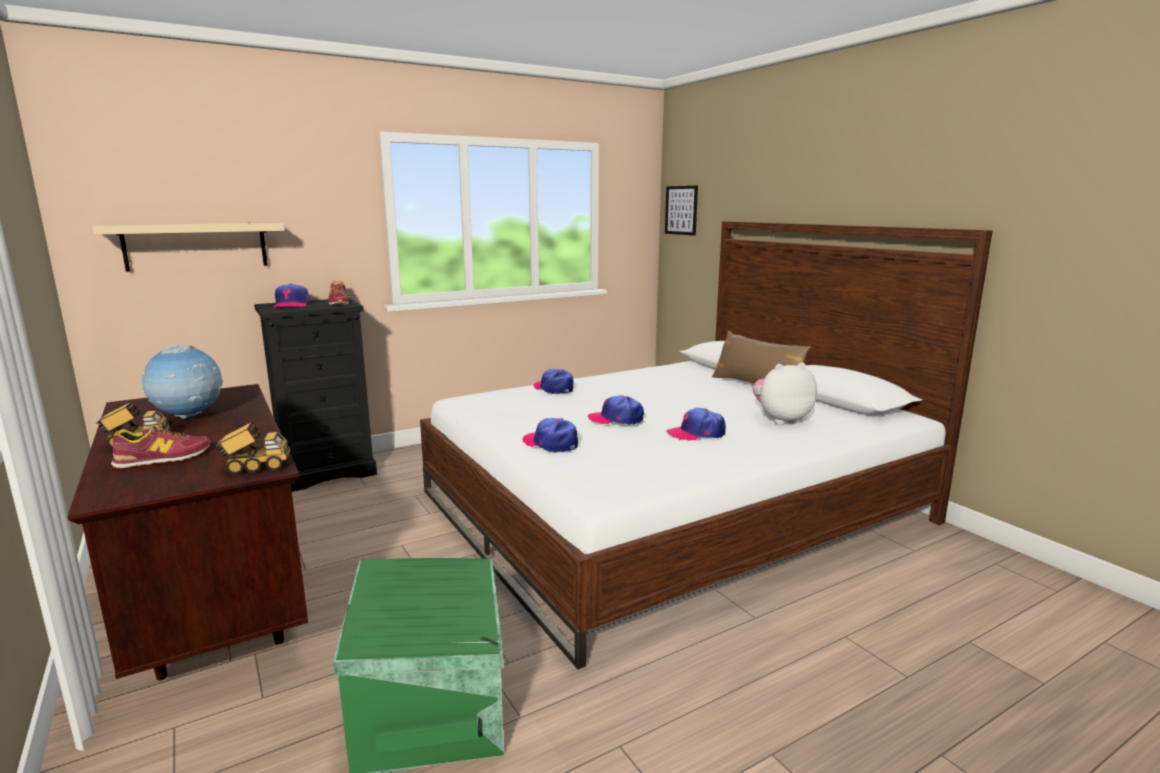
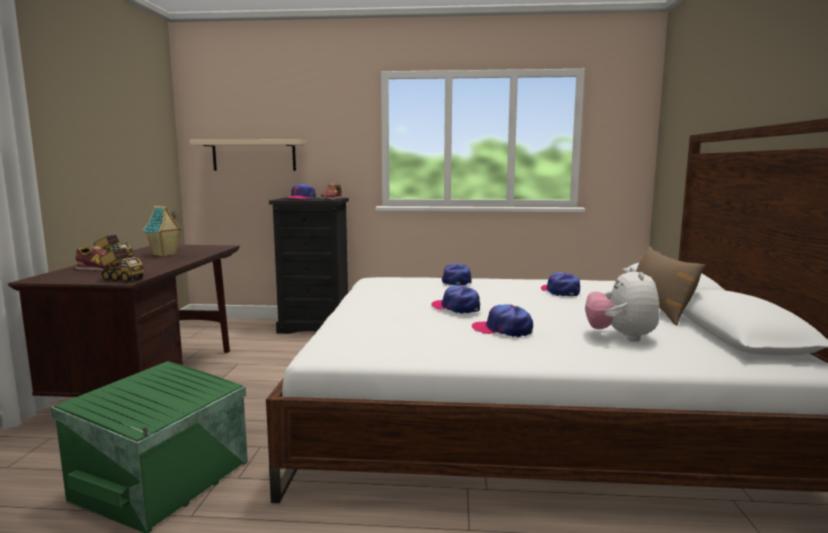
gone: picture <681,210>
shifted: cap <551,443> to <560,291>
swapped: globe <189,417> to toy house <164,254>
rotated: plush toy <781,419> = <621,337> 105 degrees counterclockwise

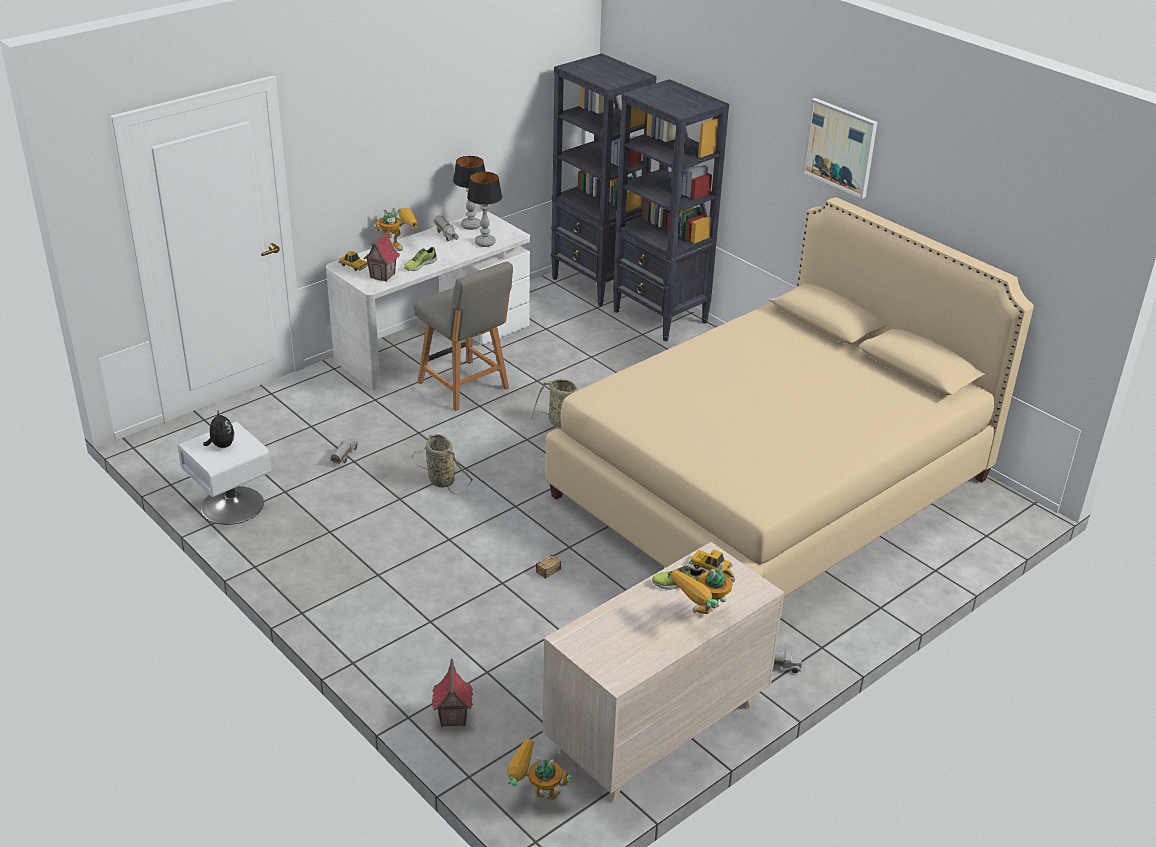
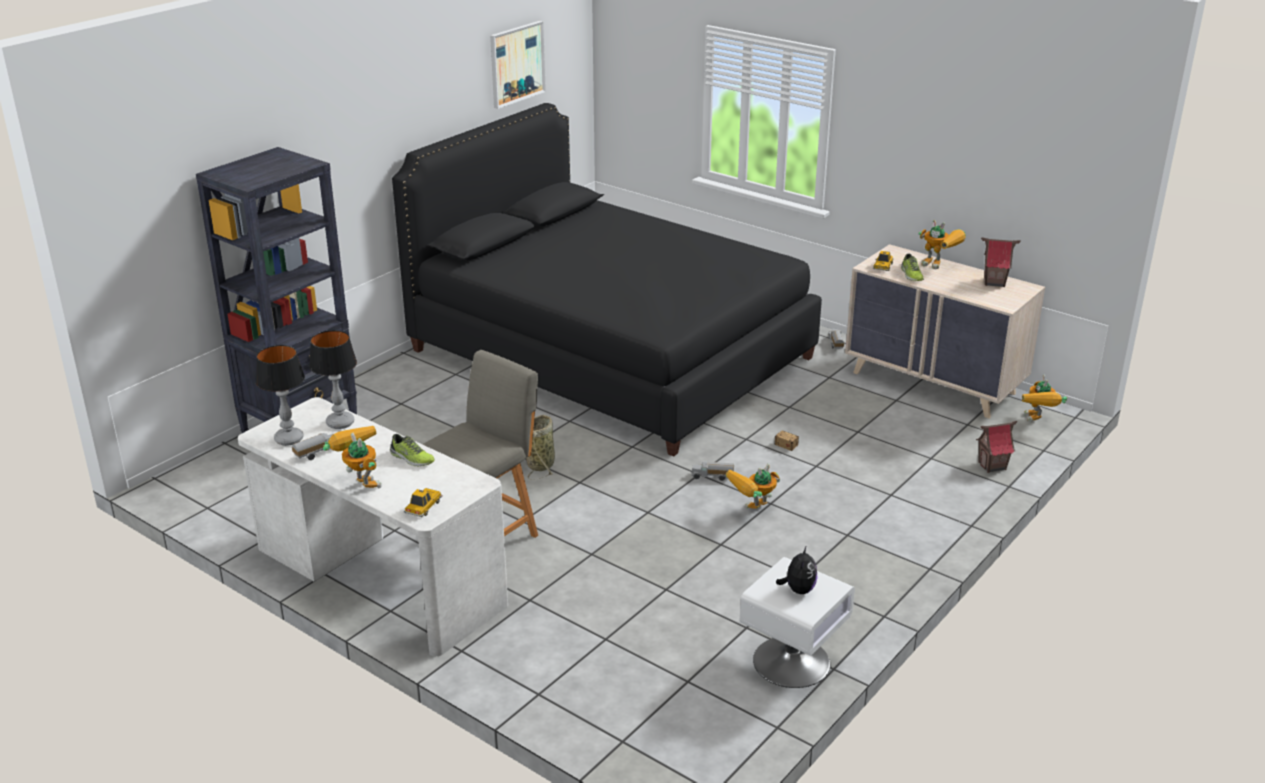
gone: basket <440,480>; bookcase in black <597,284>
new: toy robot <753,512>
shifted: toy truck <344,456> to <712,477>; toy house <383,276> to <994,282>; picture <840,147> to <516,64>
repainted: bed in beige <771,487> to bed in black <611,354>
rotated: plush toy <221,445> = <798,590> 135 degrees clockwise

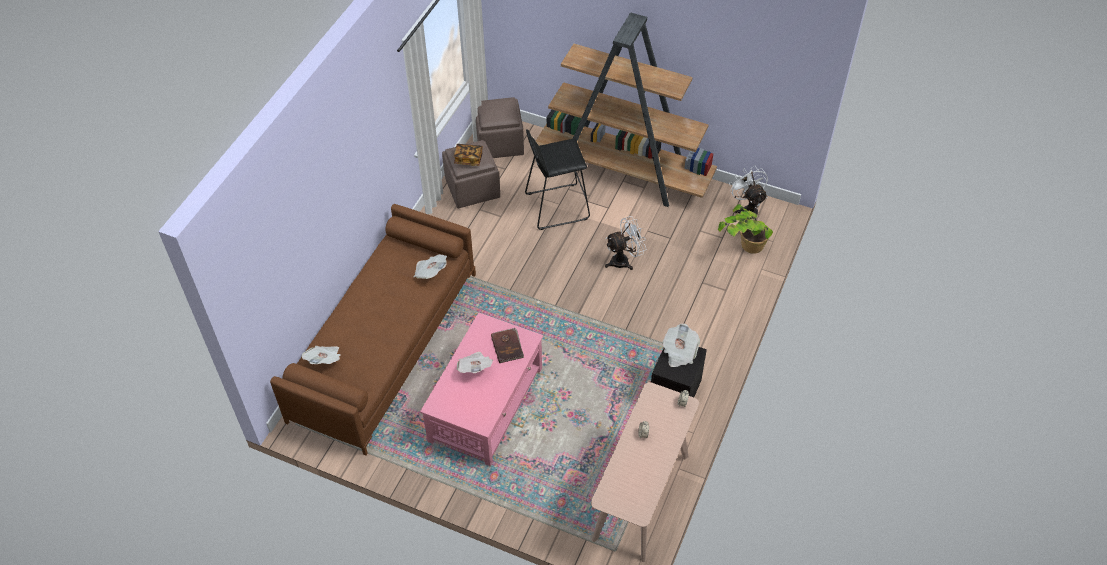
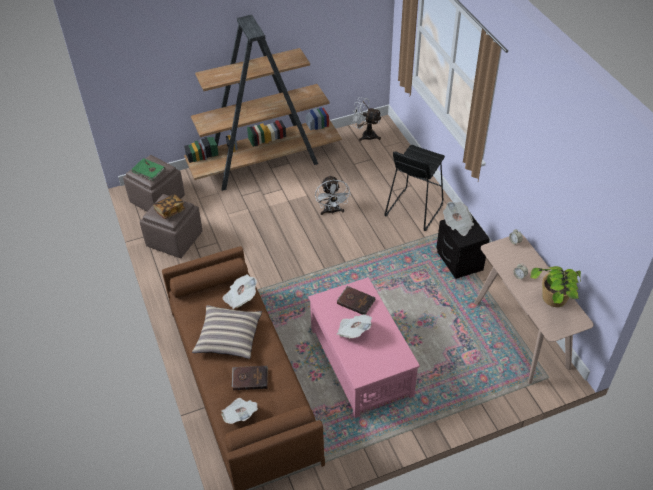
new: book in green <148,171>; pillow <228,337>; book in brown <250,378>
shifted: stool in black <556,206> to <413,210>; potted plant <741,248> to <552,307>
rotated: fan in white <624,260> = <332,211> 150 degrees clockwise

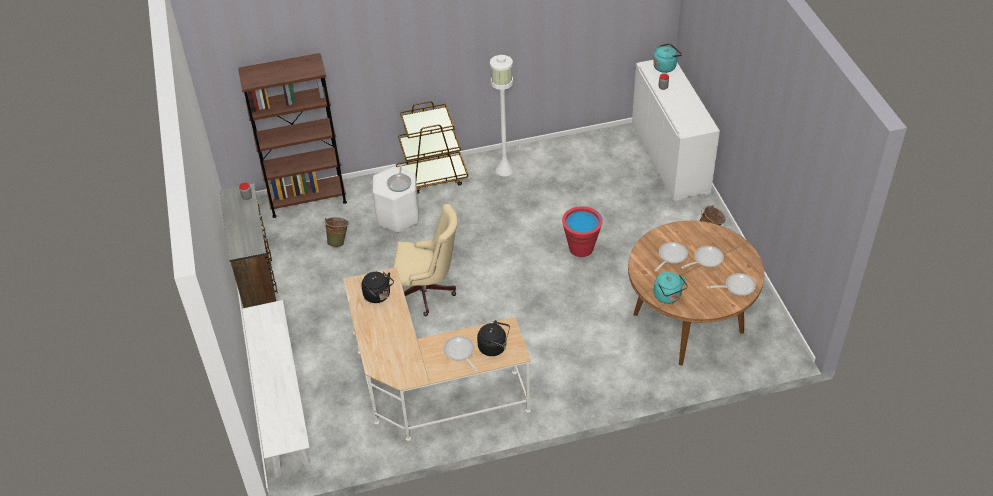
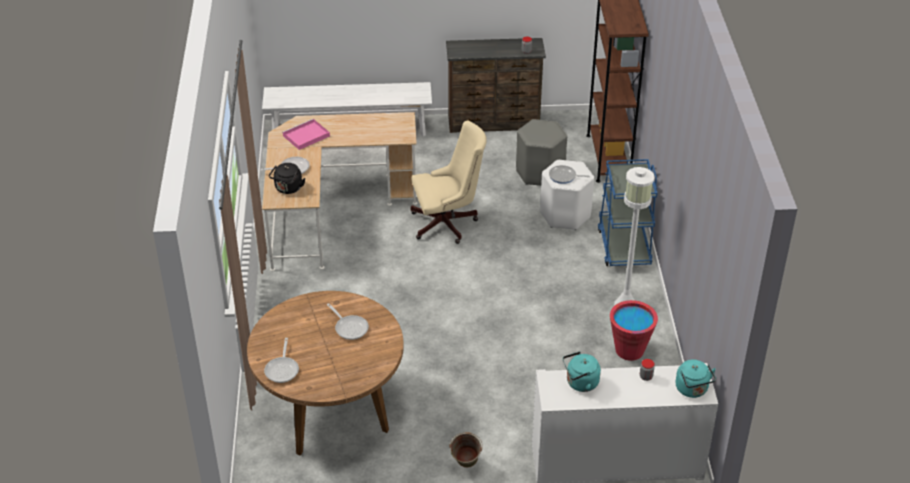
gone: kettle in black <378,296>; frying pan <706,259>
new: tray in pink <305,136>
shifted: bucket in red <581,248> to <629,350>; kettle in turquoise <668,297> to <580,383>
swapped: bucket in green <339,241> to stool in grey <540,173>
repainted: cart in brown <432,177> to cart in blue <624,246>
rotated: office chair in beige <427,292> = <448,223> 120 degrees counterclockwise

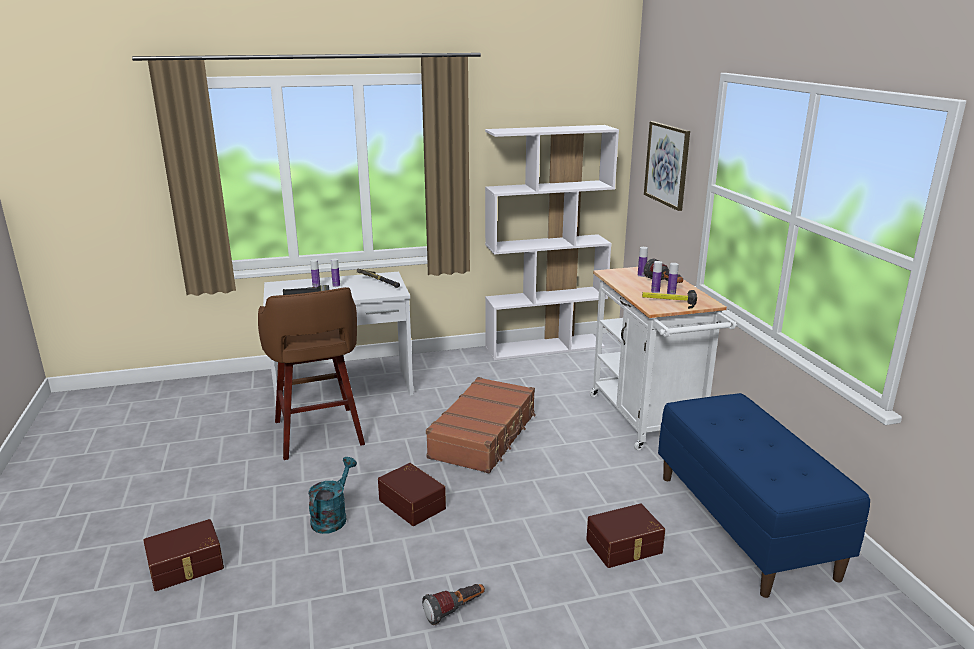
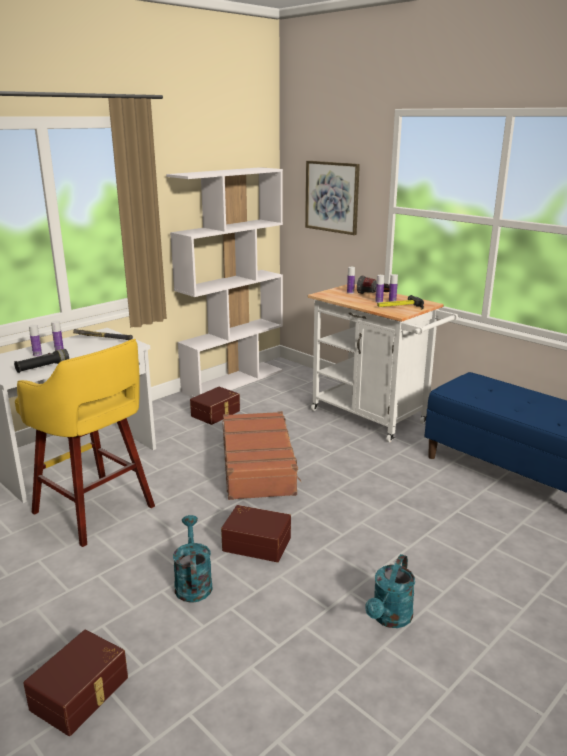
shifted: storage box in brown <625,547> to <216,413>
swapped: flashlight <455,611> to watering can in turquoise <389,618>
repainted: stool in brown <319,434> to stool in yellow <96,511>

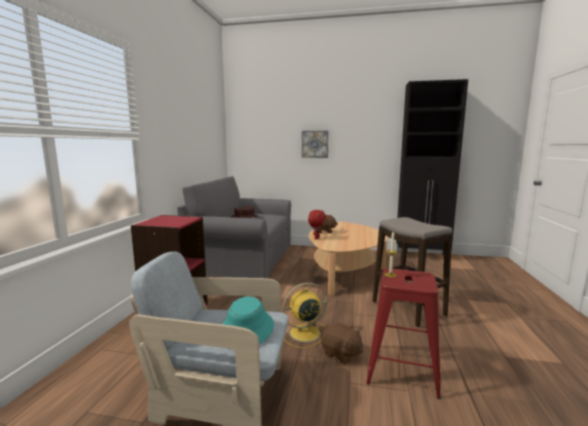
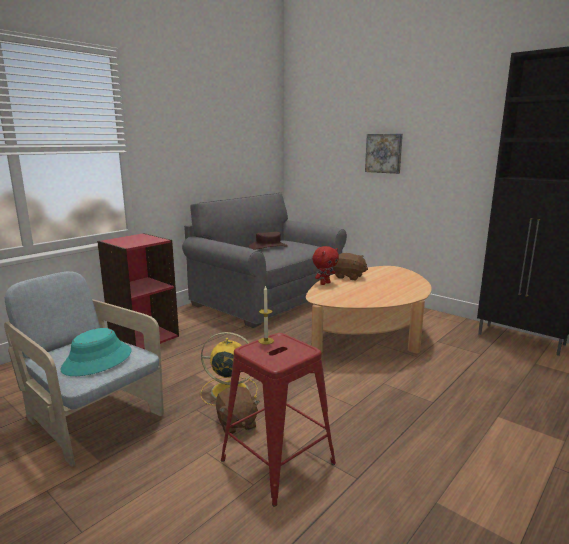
gone: stool <408,308>

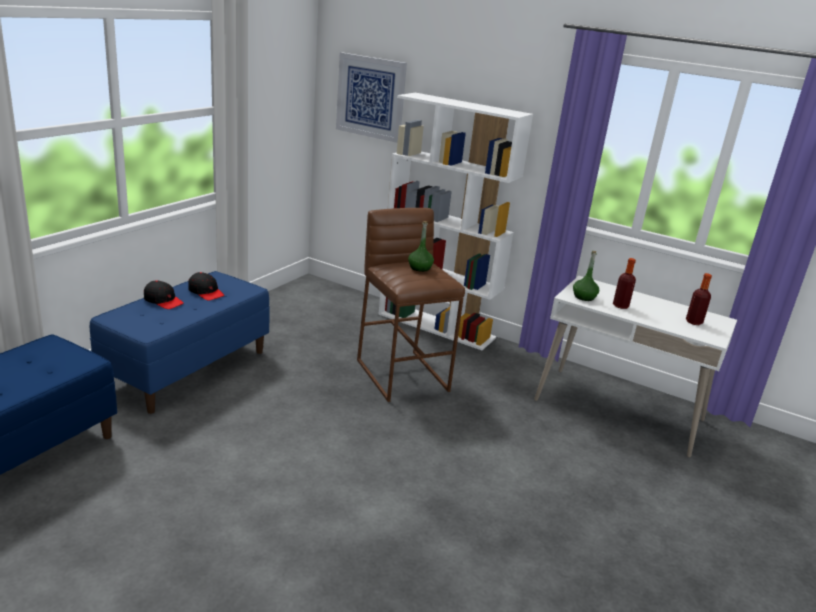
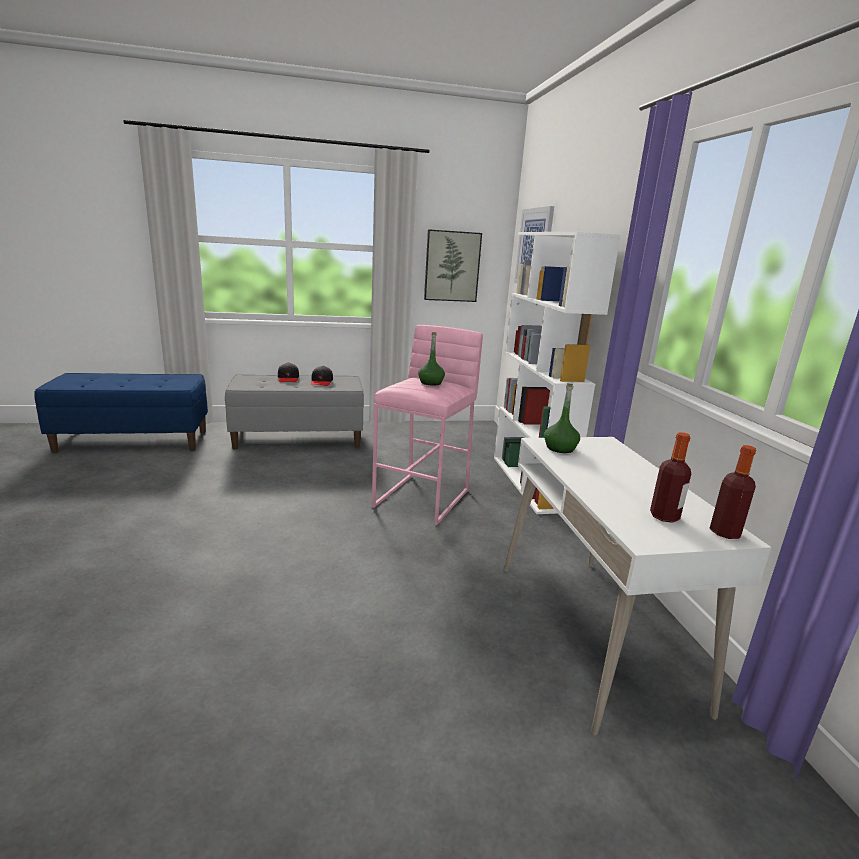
new: picture <452,266>
shifted: bottle <620,306> to <725,532>
repainted: bench in blue <187,369> to bench in grey <299,438>; stool in brown <402,375> to stool in pink <423,498>

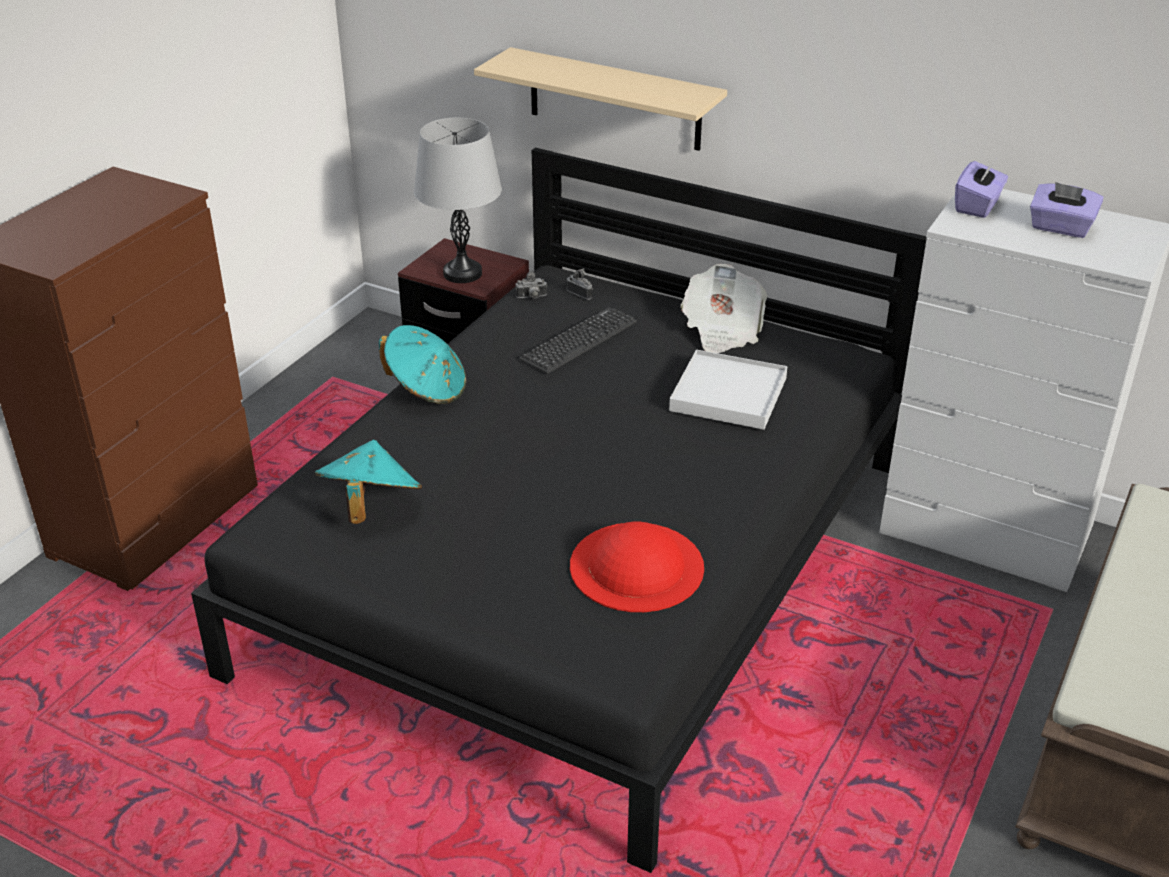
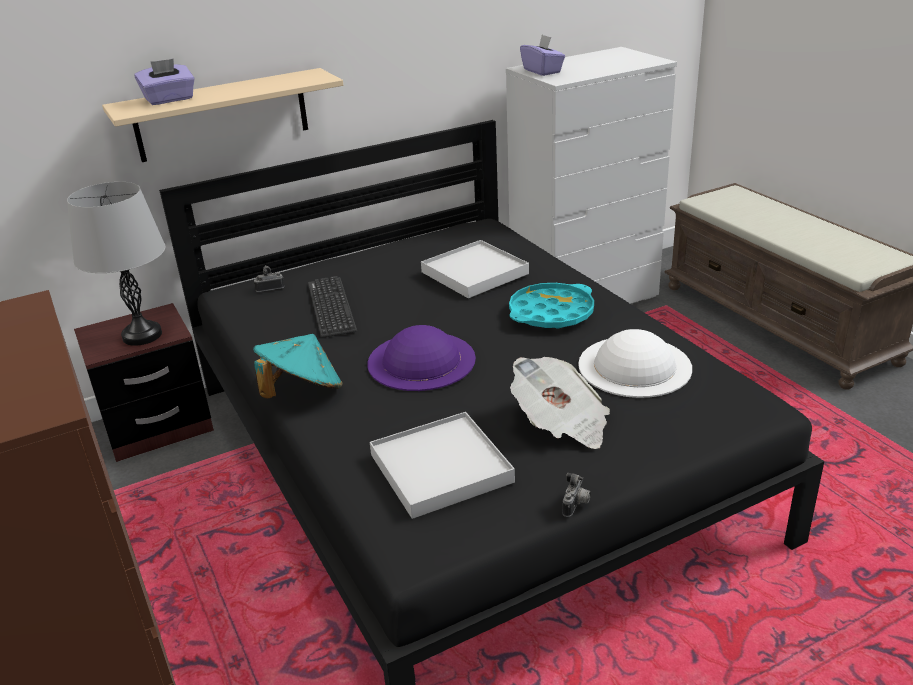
new: hat in purple <421,361>; tray in turquoise <551,313>
shifted: photo camera <531,297> to <576,505>; newspaper <722,330> to <561,424>; tissue box in purple <1060,228> to <169,100>
swapped: hat in turquoise <370,507> to tray in white <440,468>
repainted: hat in red <637,566> to hat in white <634,366>

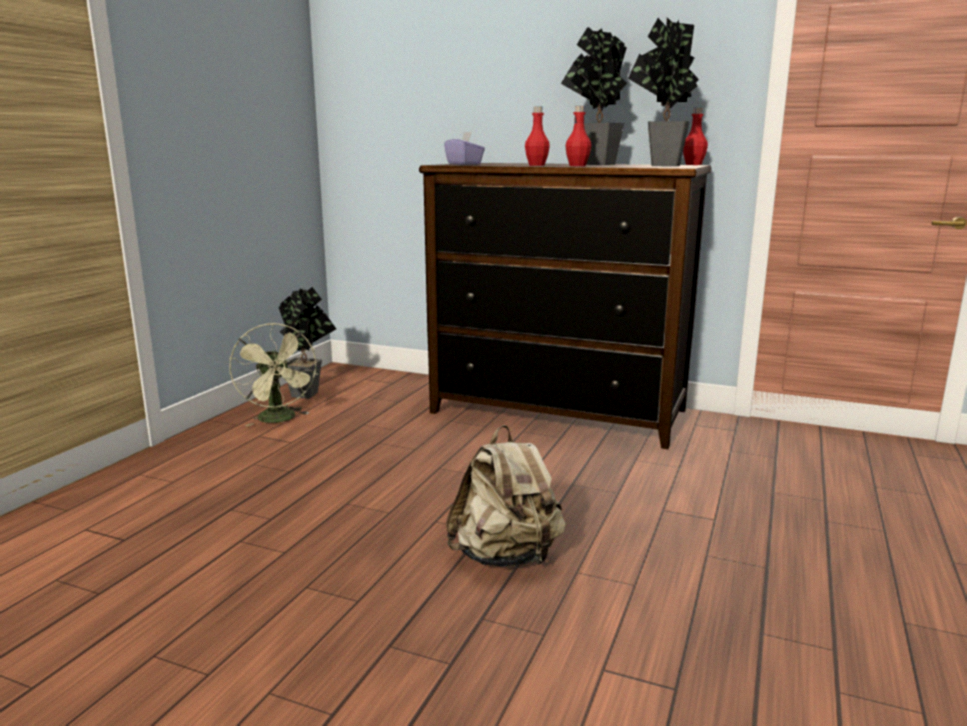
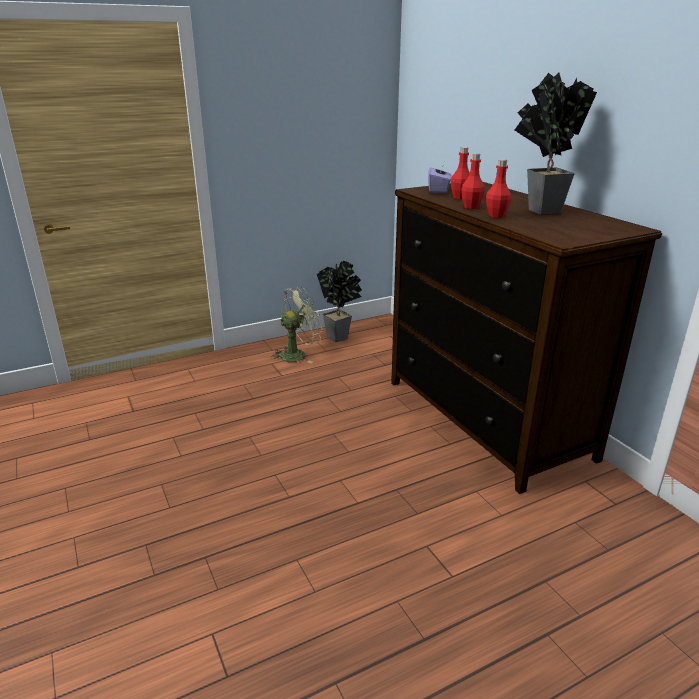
gone: backpack in beige <506,557>; potted plant <661,166>
shifted: bottle in red <693,164> to <460,197>
rotated: fan in green <280,419> = <298,354> 135 degrees counterclockwise

